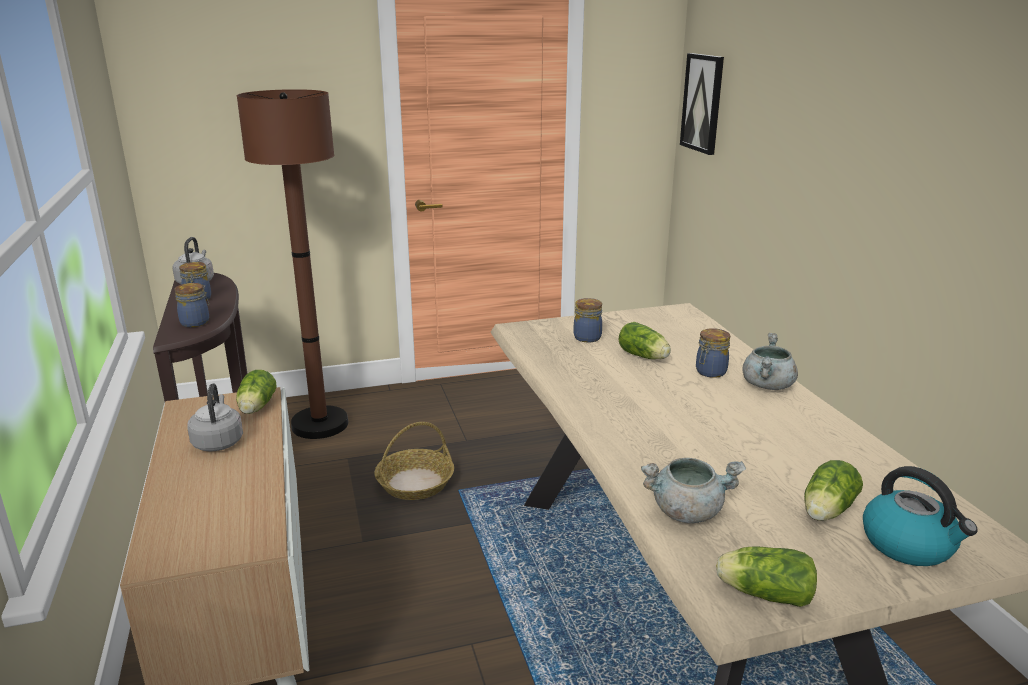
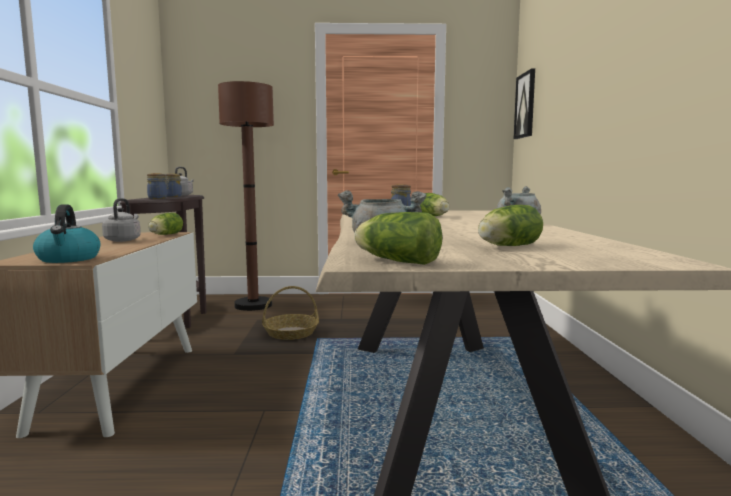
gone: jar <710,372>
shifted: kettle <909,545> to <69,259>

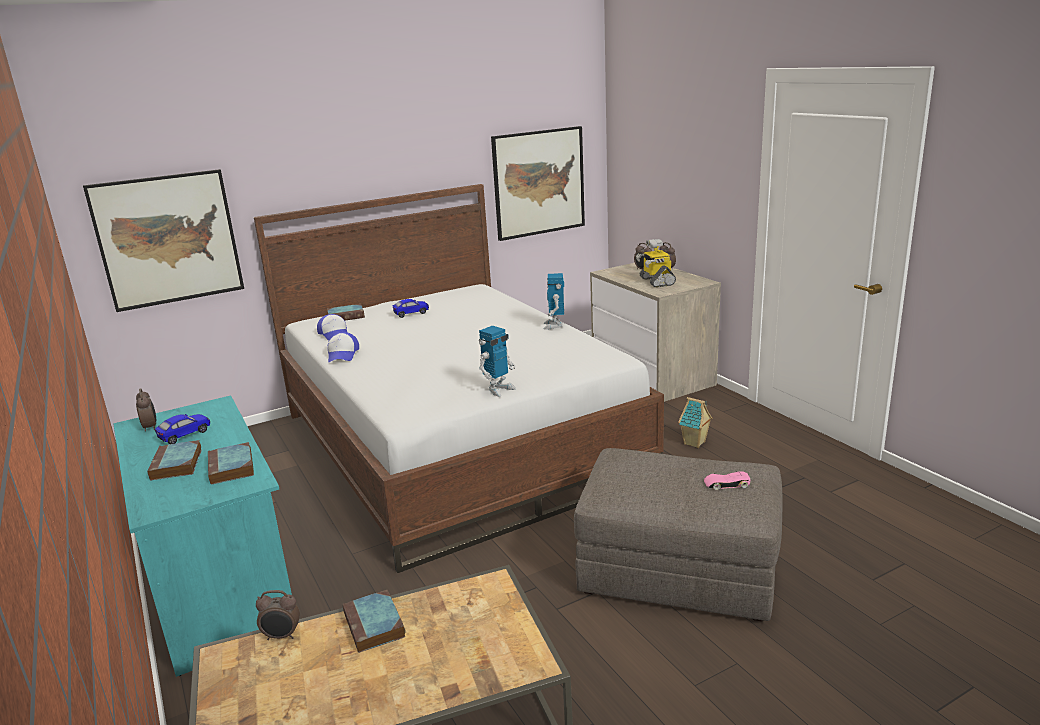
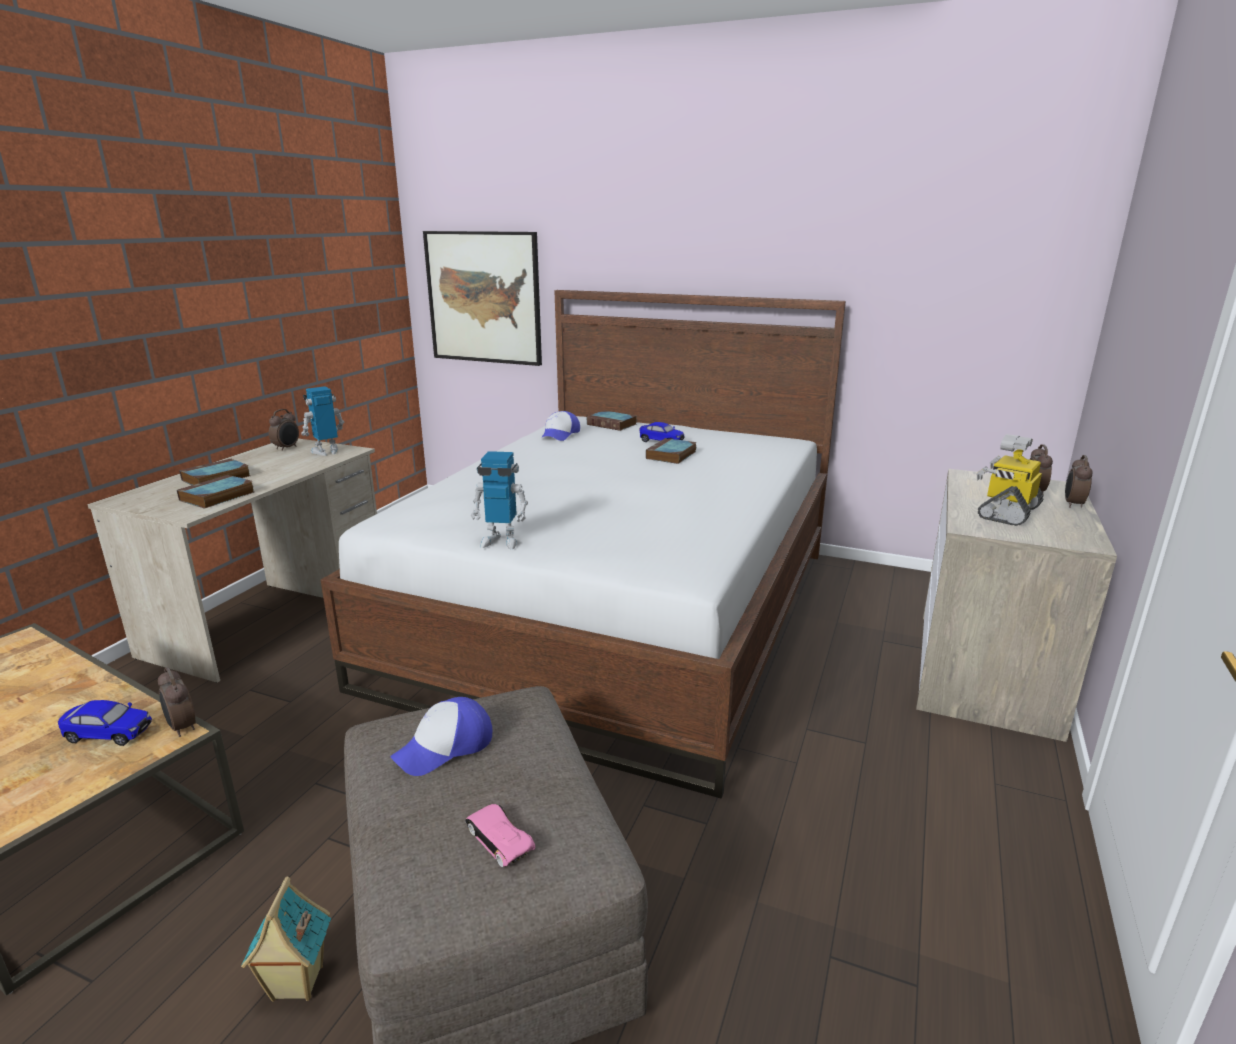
gone: picture <538,182>
shifted: toy car <185,435> to <109,734>; alarm clock <282,636> to <182,728>; cap <343,354> to <445,747>; book <375,626> to <671,455>; toy robot <554,325> to <326,452>; toy house <695,443> to <296,984>
repainted: desk in turquoise <219,584> to desk in beige <272,613>

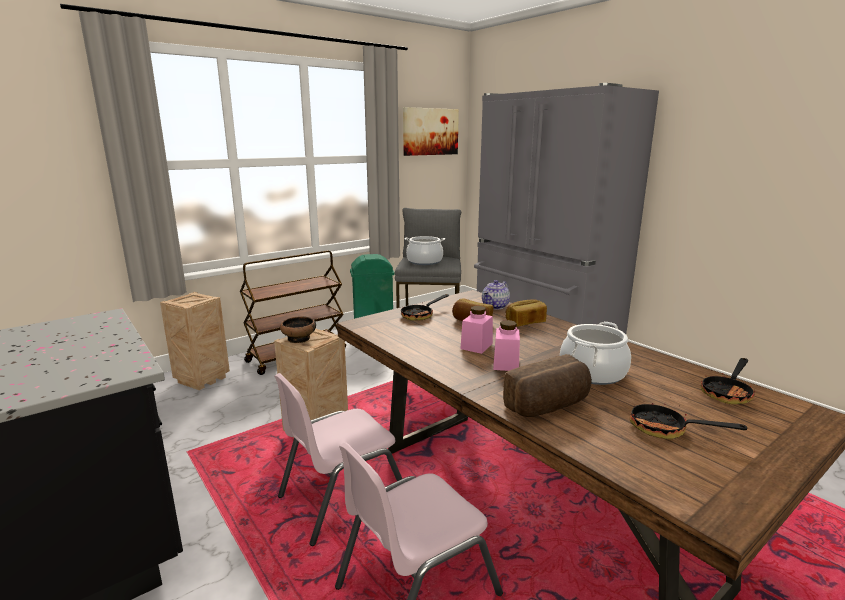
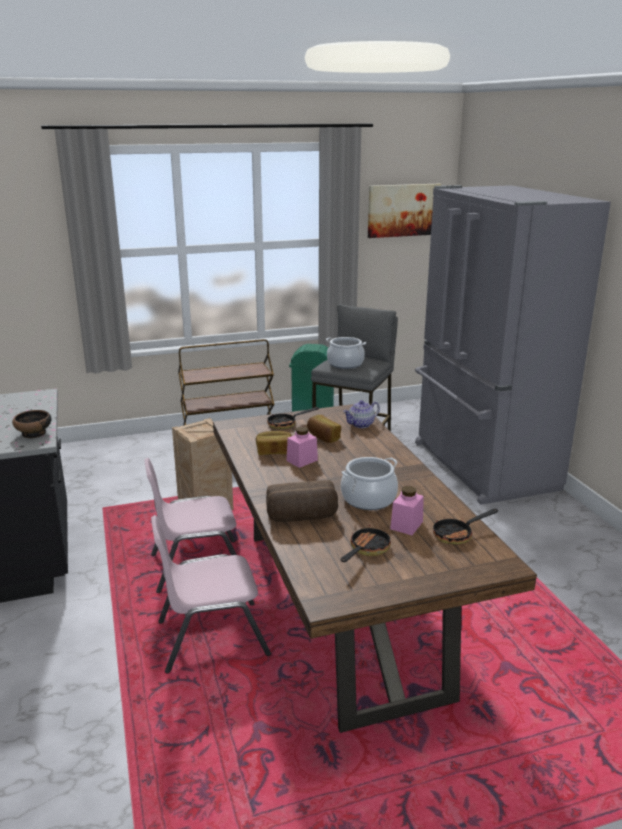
gone: crate <202,379>
shifted: bowl <299,339> to <34,433>; jar in pink <506,363> to <406,525>; bread <525,322> to <274,451>
rotated: frying pan <666,430> = <366,549> 75 degrees clockwise

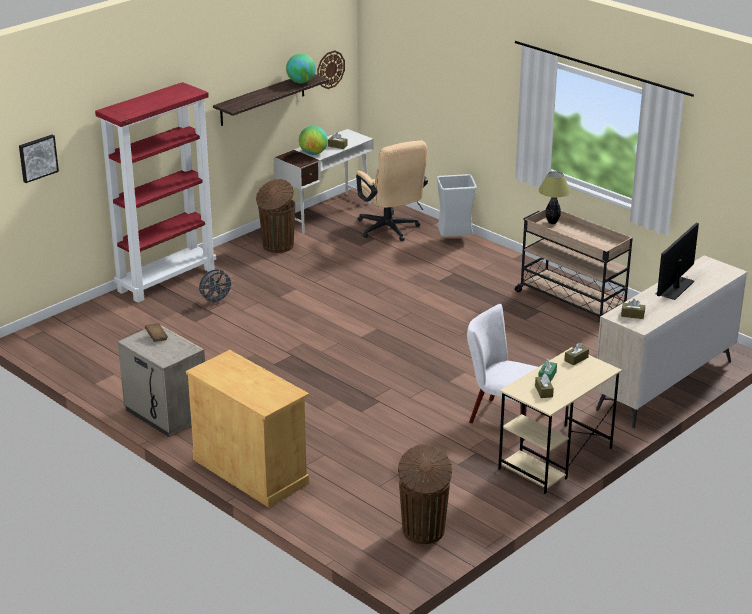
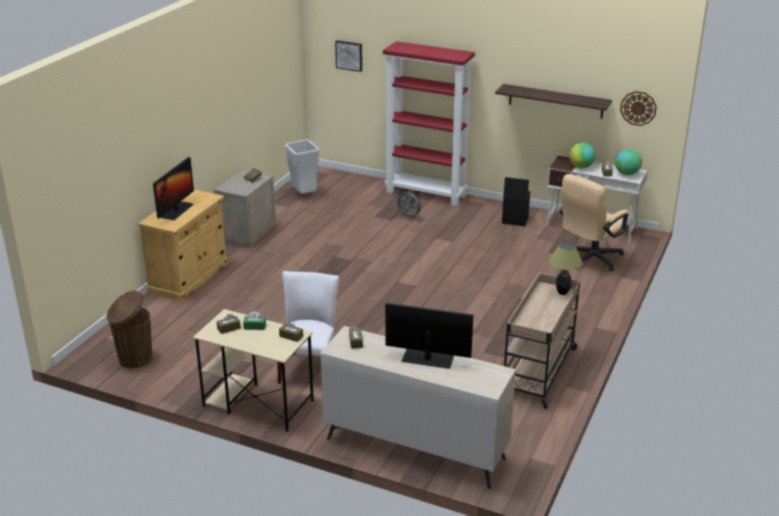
new: monitor <176,210>
shifted: globe <301,82> to <627,174>; trash can in grey <454,240> to <304,195>
swapped: trash can in brown <277,246> to storage box in black <514,220>

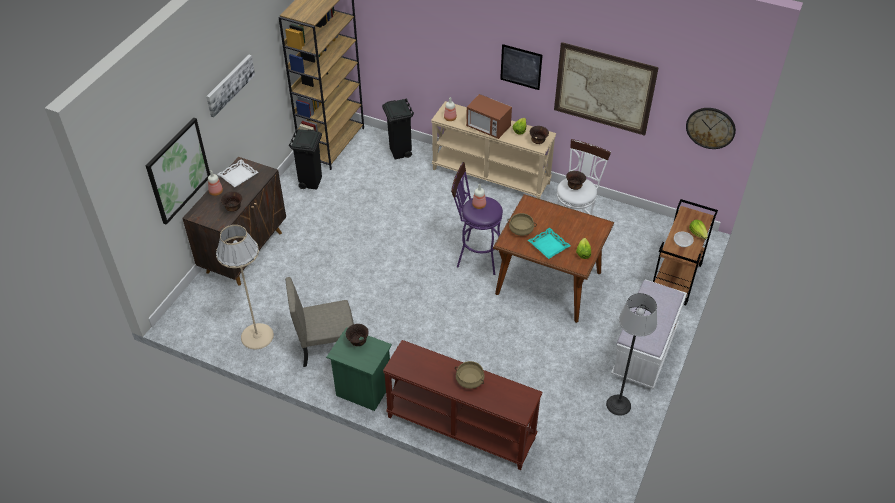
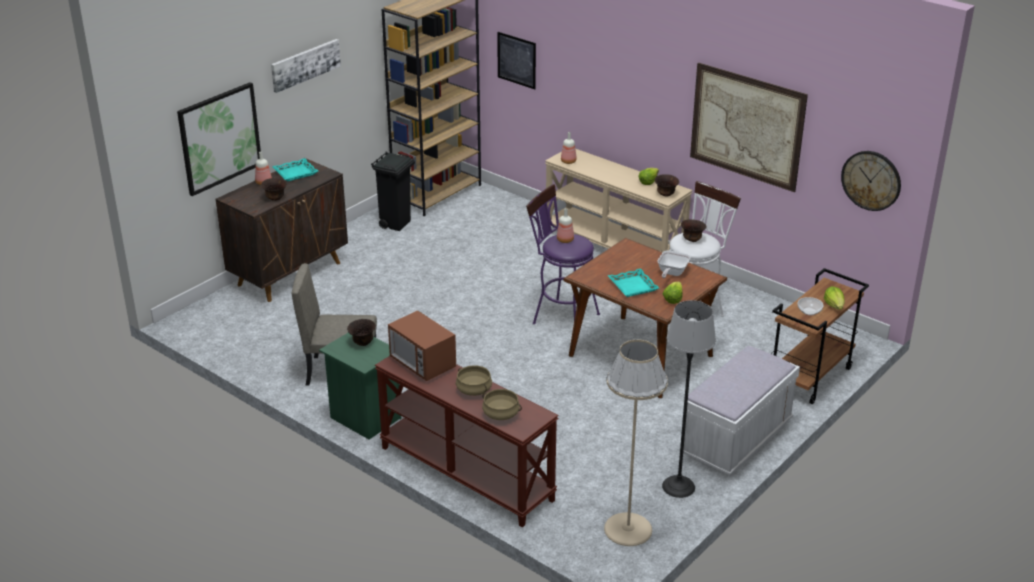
gone: trash can in black <400,152>
new: frying pan <671,273>
shifted: floor lamp in beige <257,336> to <628,529>; microwave <488,128> to <422,364>; picture <521,67> to <516,60>; cooking pot in beige <521,230> to <501,414>
repainted: tray in white <238,176> to tray in turquoise <295,173>

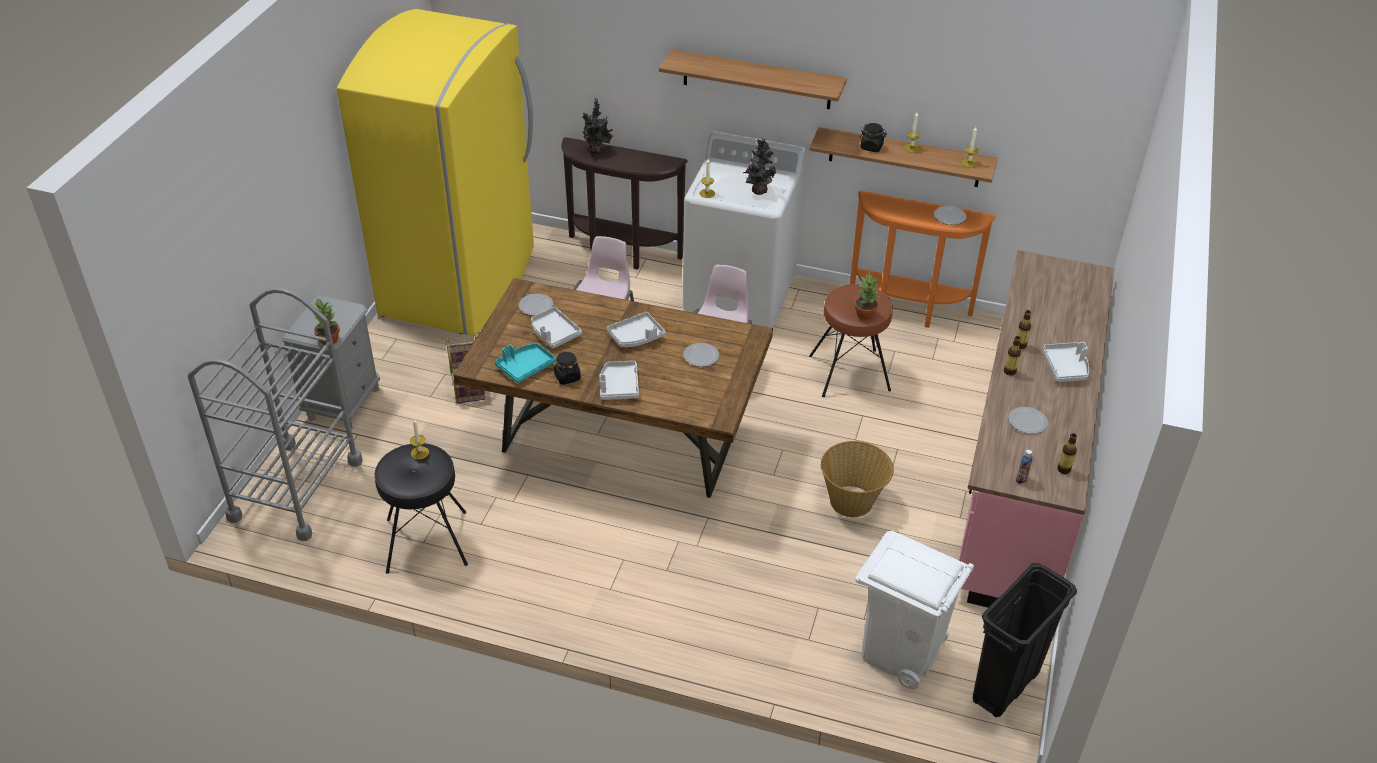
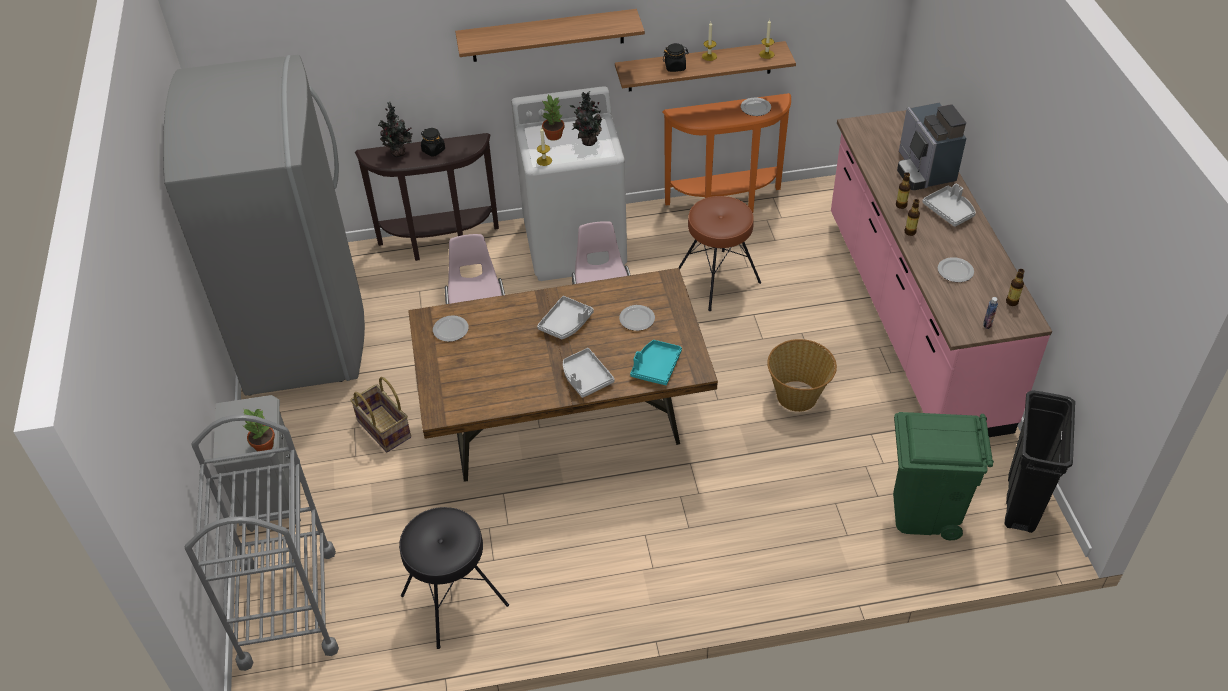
gone: candle <419,453>; tray in grey <554,333>
new: coffee machine <924,170>
shifted: tray in turquoise <525,367> to <656,367>; jar in black <567,377> to <433,150>; potted plant <865,314> to <554,135>
repainted: fridge in yellow <461,282> to fridge in grey <304,329>; trash can in white <900,652> to trash can in green <924,511>

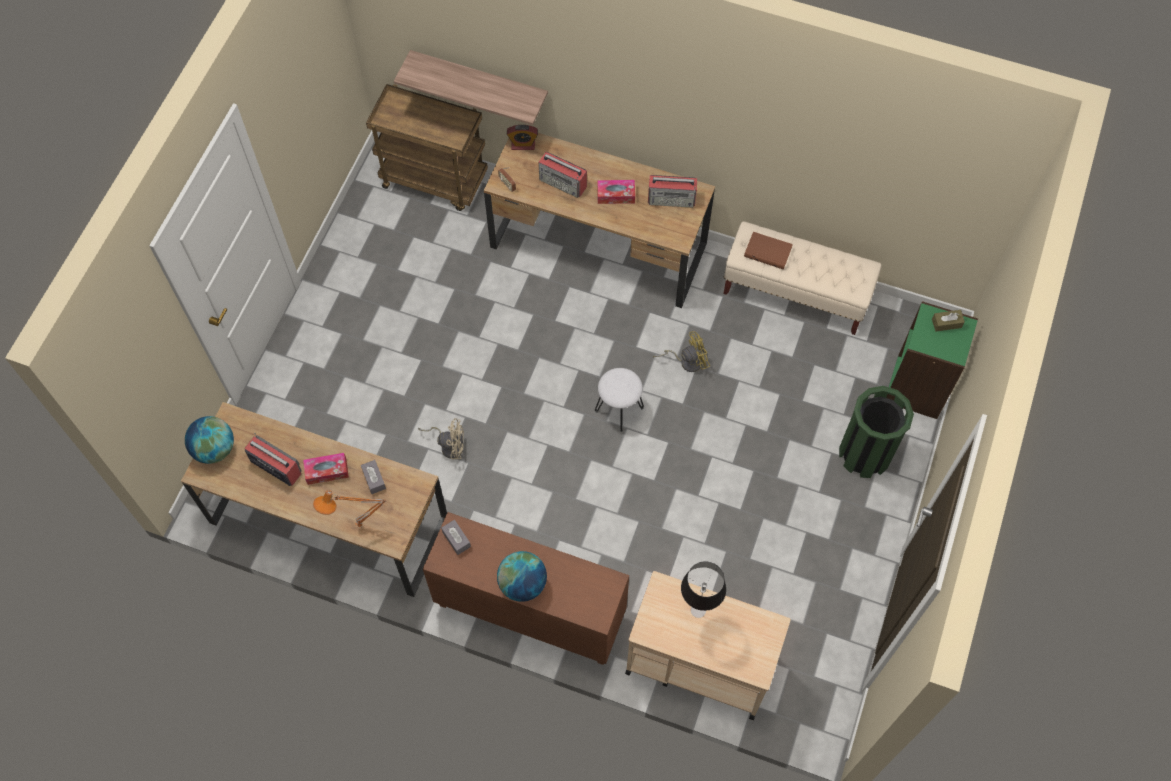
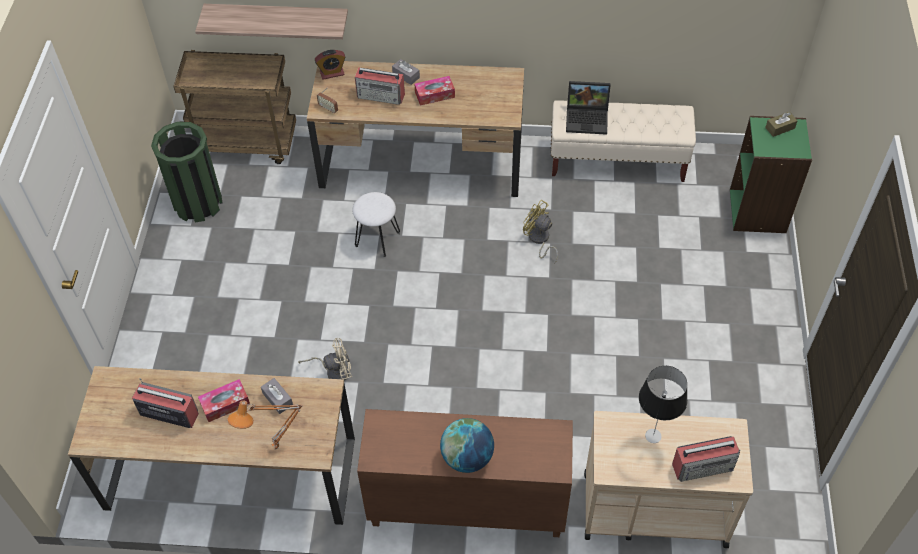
gone: globe <214,449>
shifted: tissue box in grey <456,539> to <406,75>; stool in white <618,410> to <377,239>; radio <672,199> to <703,466>; trash can in green <865,454> to <198,203>
swapped: book in brown <768,251> to laptop <588,118>
rotated: fan in yellow <686,361> = <539,240> 105 degrees counterclockwise

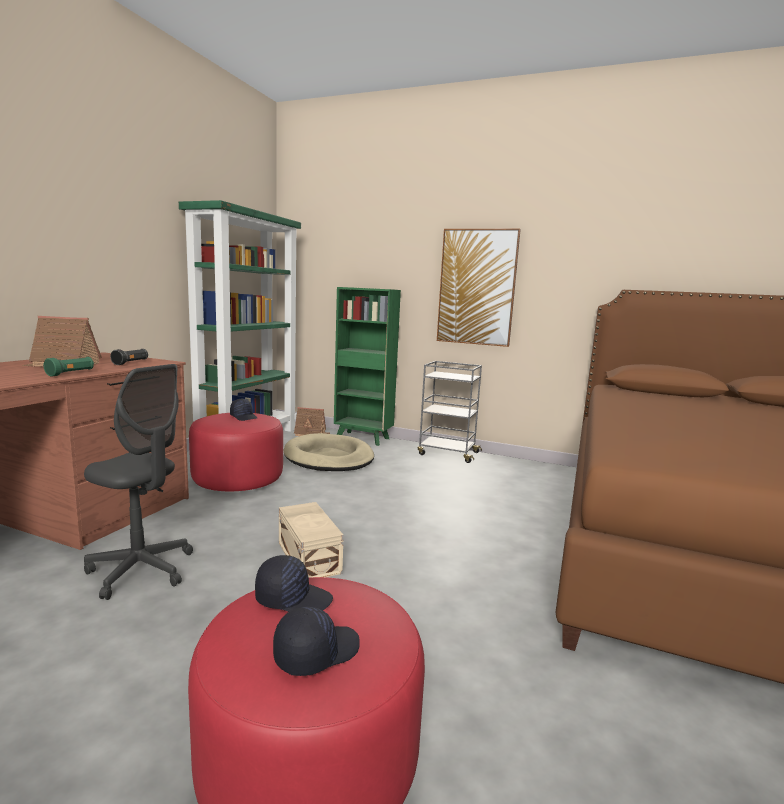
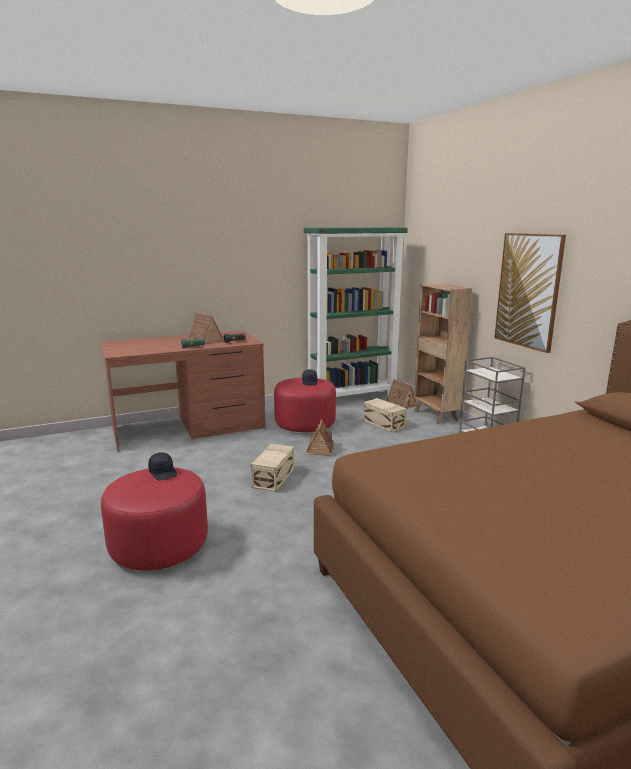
gone: office chair in grey <141,570>; cap in black <316,652>
new: toy house <320,448>
swapped: dog bed in beige <329,457> to storage box in beige <383,424>
repainted: bookcase in green <363,439> to bookcase in brown <436,416>

